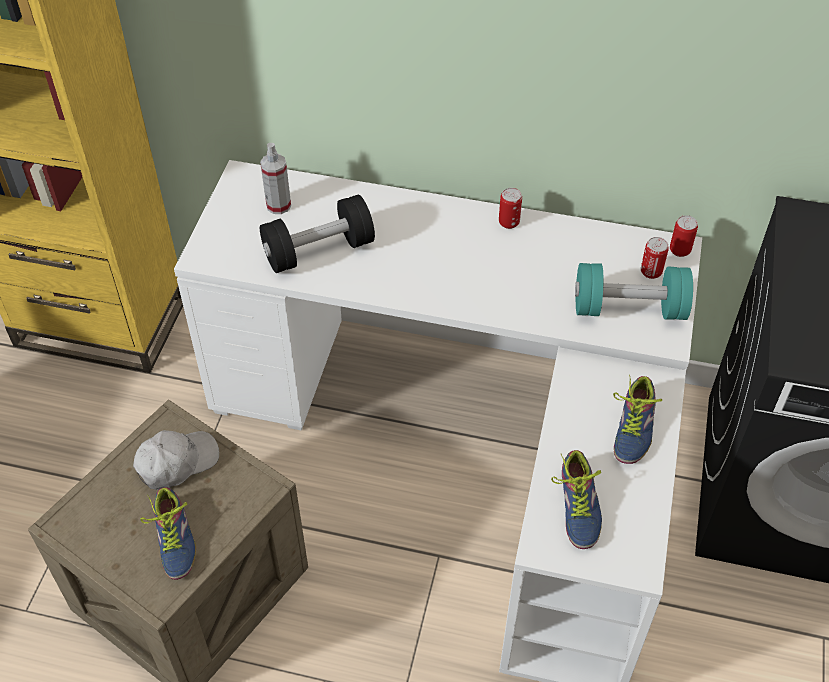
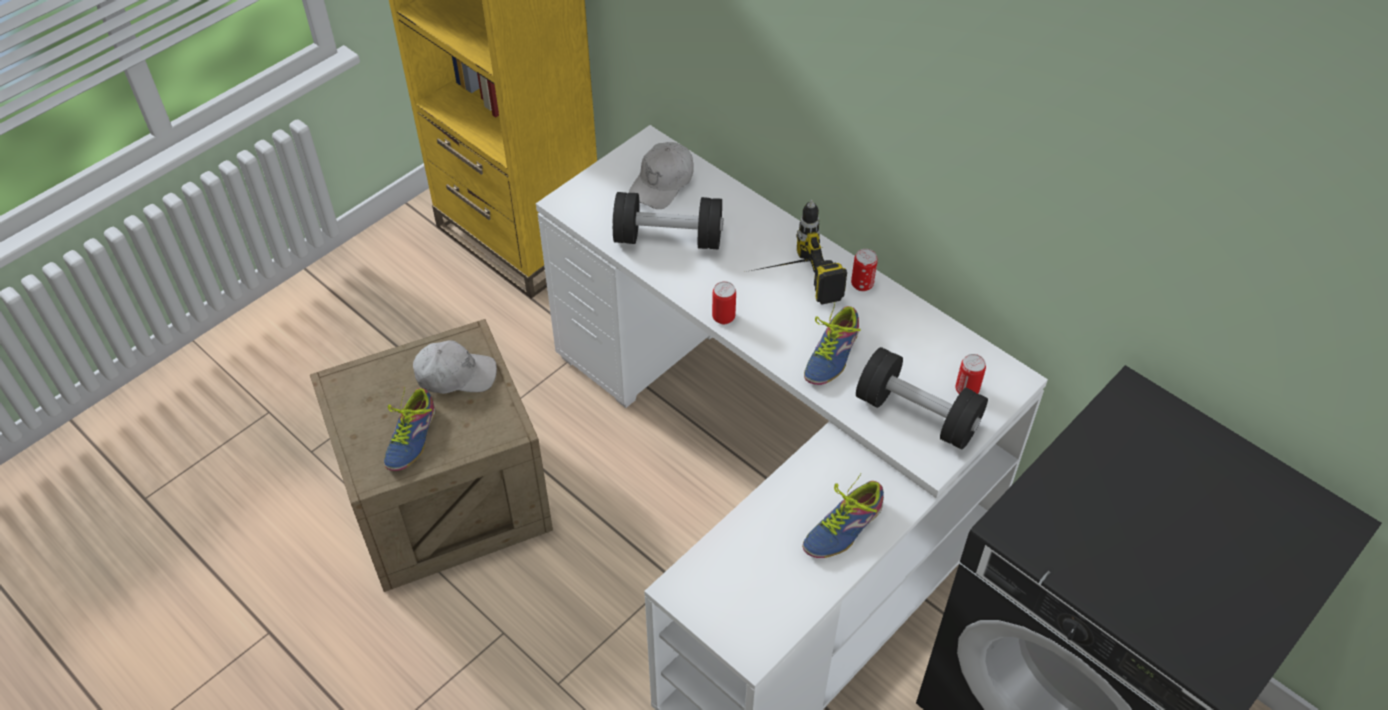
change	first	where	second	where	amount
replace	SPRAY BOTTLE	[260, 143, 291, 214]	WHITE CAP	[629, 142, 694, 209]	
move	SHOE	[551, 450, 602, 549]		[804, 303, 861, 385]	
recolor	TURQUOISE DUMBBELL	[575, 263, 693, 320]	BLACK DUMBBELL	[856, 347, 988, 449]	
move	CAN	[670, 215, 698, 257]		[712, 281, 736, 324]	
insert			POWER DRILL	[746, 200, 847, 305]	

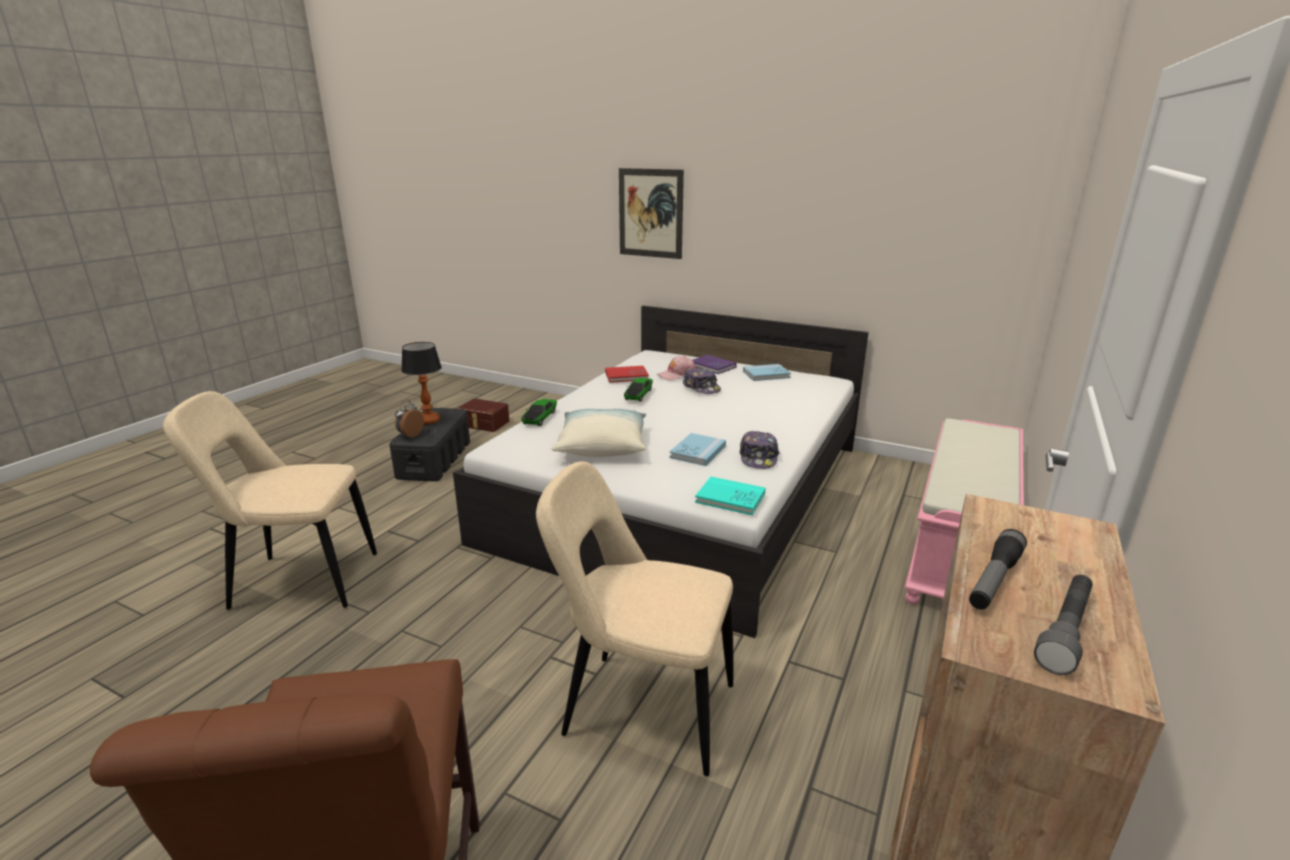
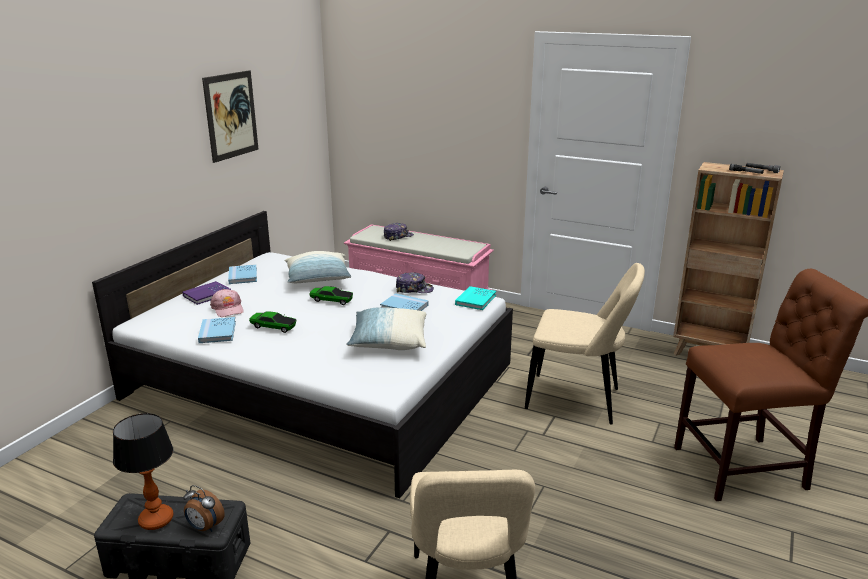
change	first	where	second	where	amount
delete	BROWN STORAGE BOX	[457, 399, 509, 432]			
move	TOY CAR	[521, 399, 557, 426]		[309, 286, 353, 305]	
rotate	BEIGE CHAIR	[536, 461, 734, 776]		[525, 263, 645, 424]	90 degrees counterclockwise
recolor	RED BOOK	[605, 366, 649, 383]	BLUE BOOK	[198, 317, 236, 343]	
move	PICTURE	[619, 168, 684, 259]		[202, 70, 258, 163]	
move	CAP	[683, 368, 721, 394]		[384, 223, 414, 241]	
insert			PILLOW	[285, 251, 351, 283]	

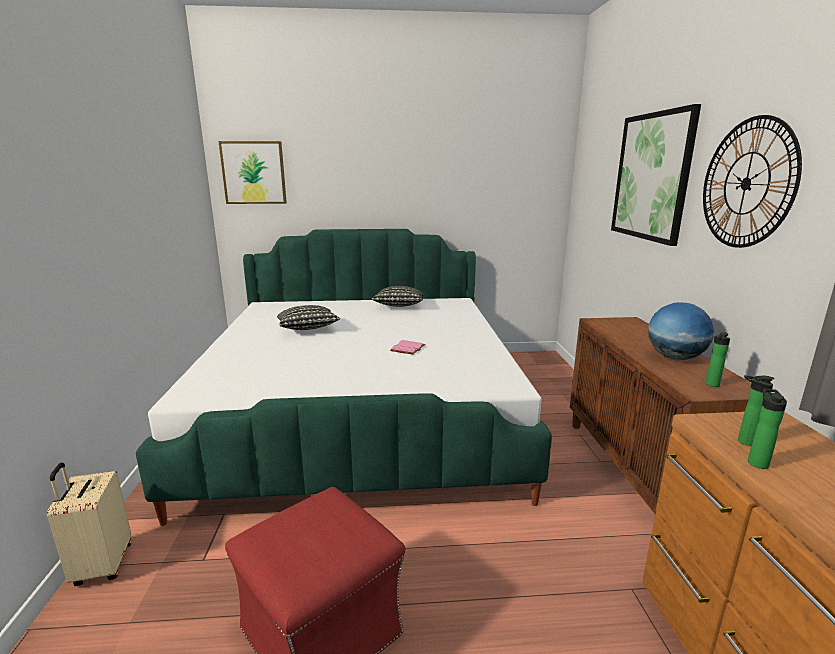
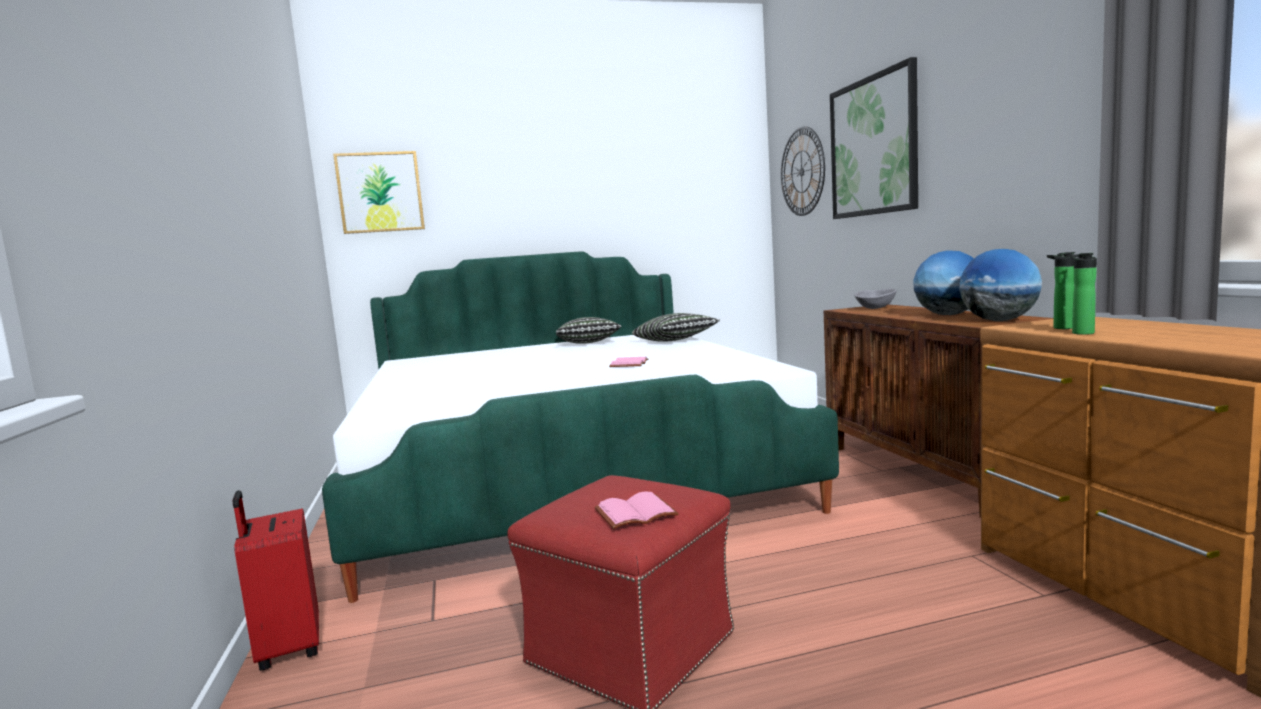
change	first	where	second	where	amount
recolor	BEIGE SUITCASE	[47, 462, 131, 586]	RED SUITCASE	[233, 490, 319, 671]	
move	PILLOW	[277, 305, 340, 330]		[632, 313, 720, 342]	
move	WALL CLOCK	[703, 115, 802, 248]		[781, 126, 825, 216]	
replace	BOTTLE	[705, 332, 730, 387]	GLOBE	[959, 249, 1042, 321]	
insert			PINK BOOK	[595, 492, 679, 529]	
insert			GREY BOWL	[854, 289, 897, 309]	

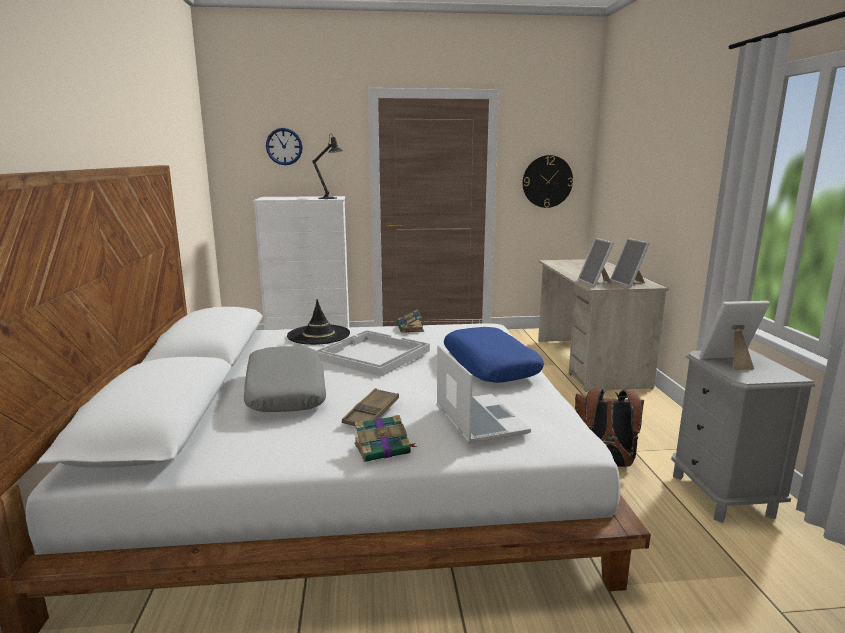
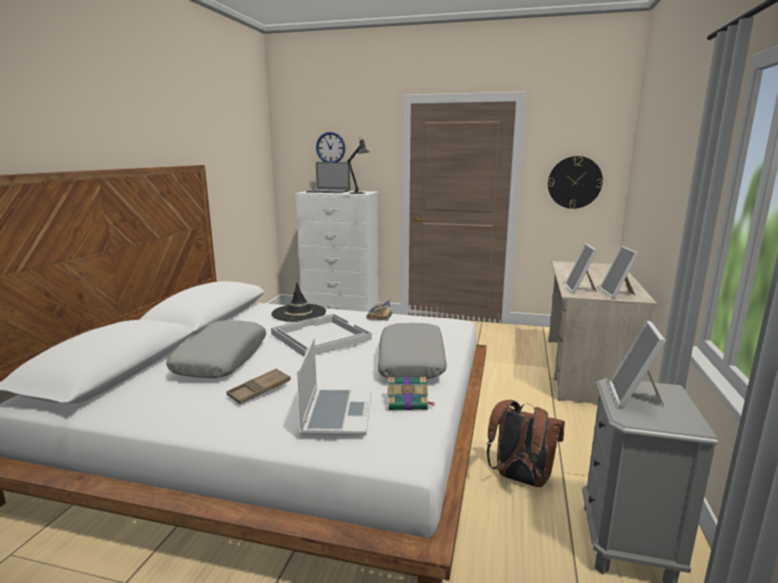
change	first	where	second	where	amount
move	BOOK	[355, 415, 417, 462]		[388, 377, 434, 410]	
recolor	BLUE PILLOW	[444, 327, 544, 383]	GREY PILLOW	[378, 323, 447, 379]	
rotate	PICTURE FRAME	[699, 301, 770, 370]		[609, 321, 666, 408]	90 degrees counterclockwise
insert			LAPTOP	[306, 162, 350, 193]	

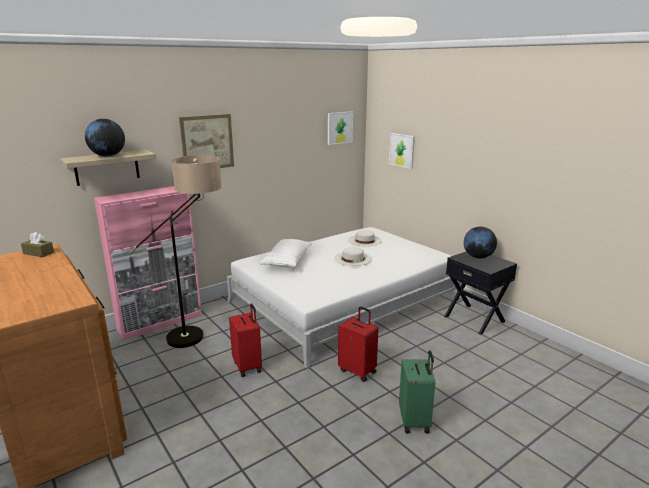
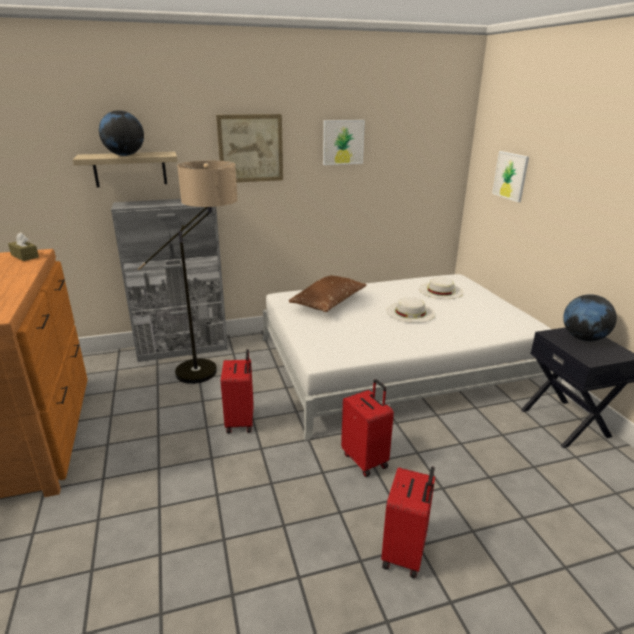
change	first	where	second	where	amount
recolor	PINK CABINET	[94, 186, 202, 340]	GREY CABINET	[111, 199, 228, 362]	
recolor	WHITE PILLOW	[260, 239, 312, 267]	BROWN PILLOW	[289, 276, 366, 312]	
move	PICTURE	[328, 111, 353, 145]		[323, 120, 365, 165]	
recolor	GREEN SUITCASE	[399, 350, 435, 433]	RED SUITCASE	[381, 467, 435, 578]	

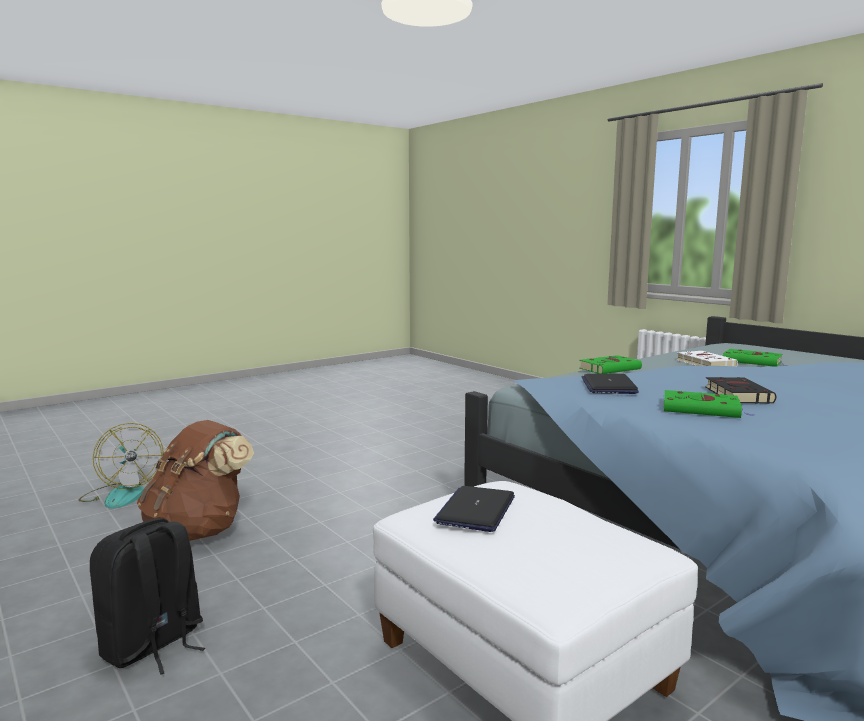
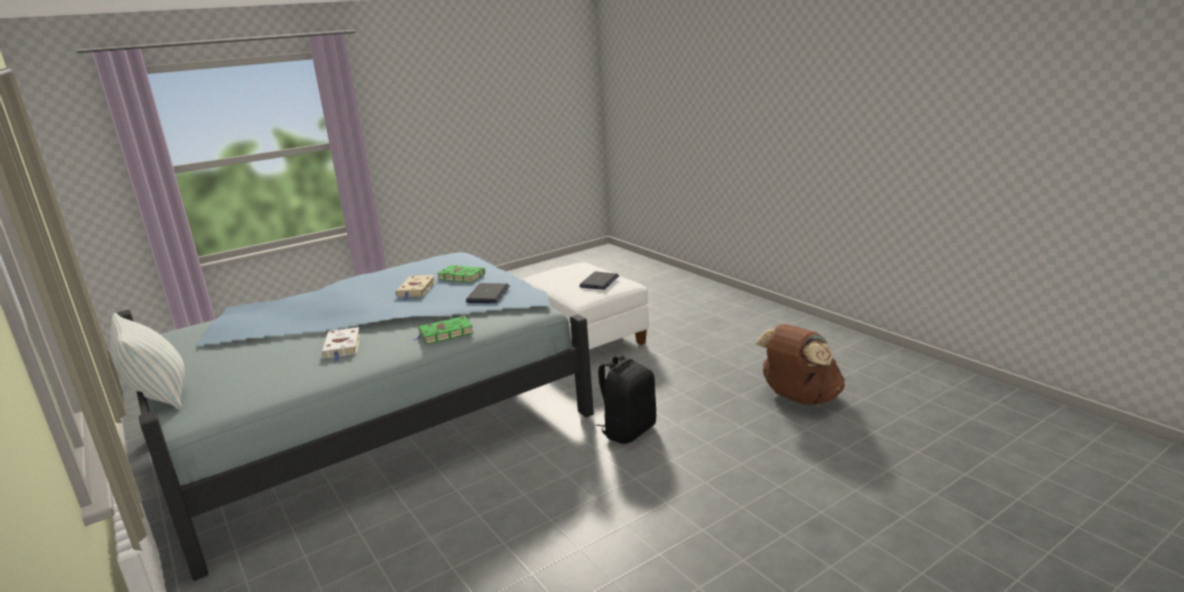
change	first	where	second	where	amount
delete	FAN	[79, 423, 164, 509]			
move	BLACK BACKPACK	[90, 518, 205, 675]		[596, 354, 656, 444]	
recolor	BLACK BOOK	[705, 377, 776, 404]	BEIGE BOOK	[395, 275, 436, 300]	
delete	GREEN BOOK	[723, 349, 786, 367]			
insert			PILLOW	[111, 313, 185, 410]	

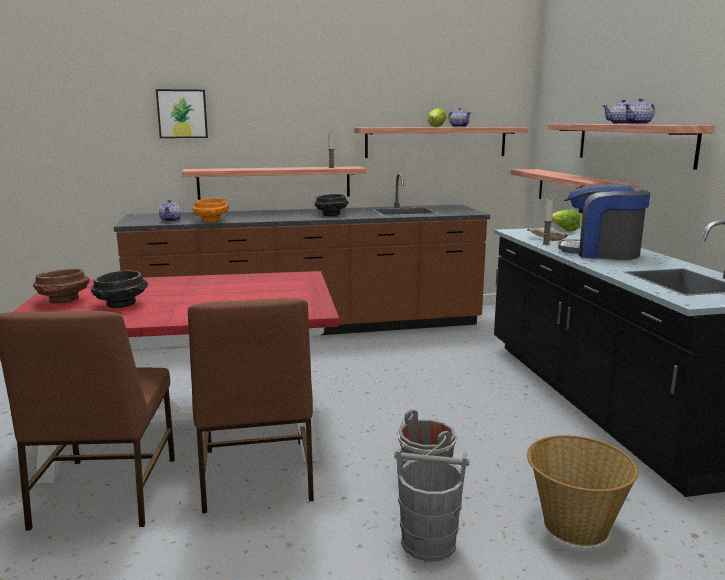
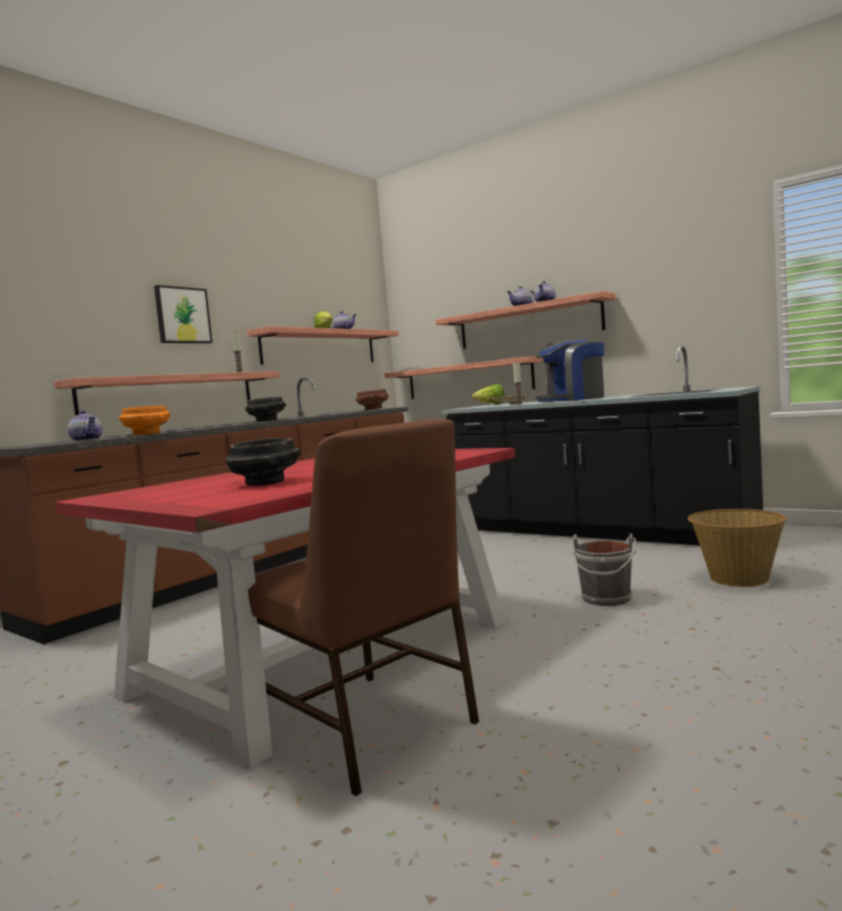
change	first	where	second	where	amount
move	BROWN BOWL	[33, 269, 90, 304]		[356, 389, 389, 410]	
move	PICTURE	[156, 89, 208, 138]		[154, 285, 213, 343]	
delete	BROWN CHAIR	[188, 298, 314, 513]			
delete	GREY BUCKET	[394, 446, 469, 561]			

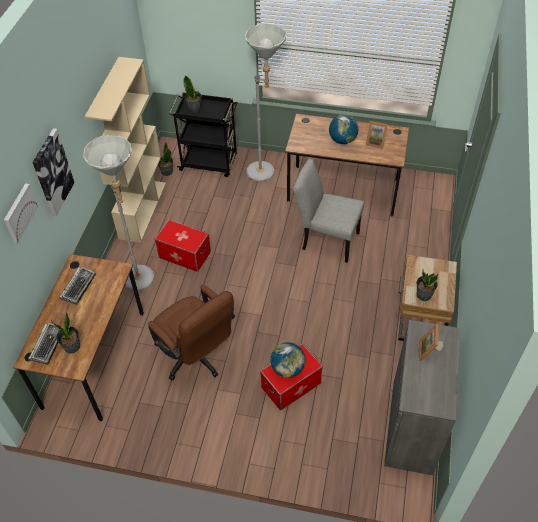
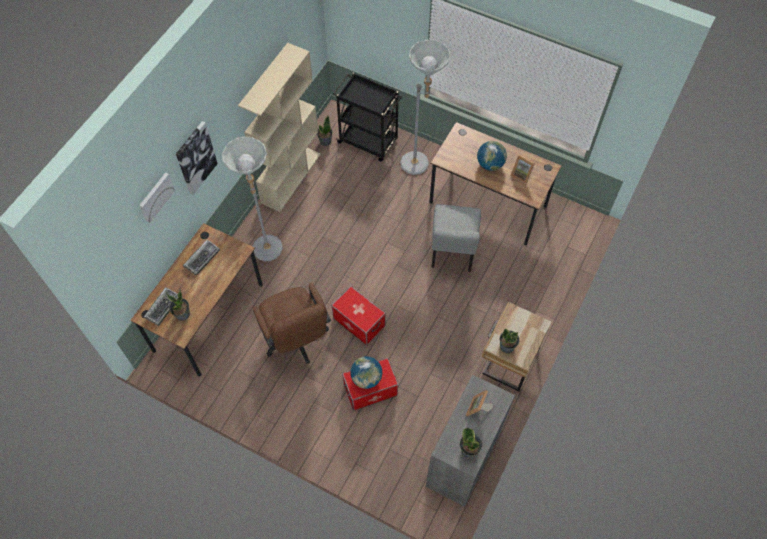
change	first	where	second	where	amount
move	STORAGE BOX	[155, 219, 211, 272]		[331, 286, 386, 345]	
move	POTTED PLANT	[183, 75, 202, 113]		[460, 427, 482, 458]	
rotate	GREY CHAIR	[293, 159, 364, 263]		[431, 204, 481, 272]	120 degrees counterclockwise

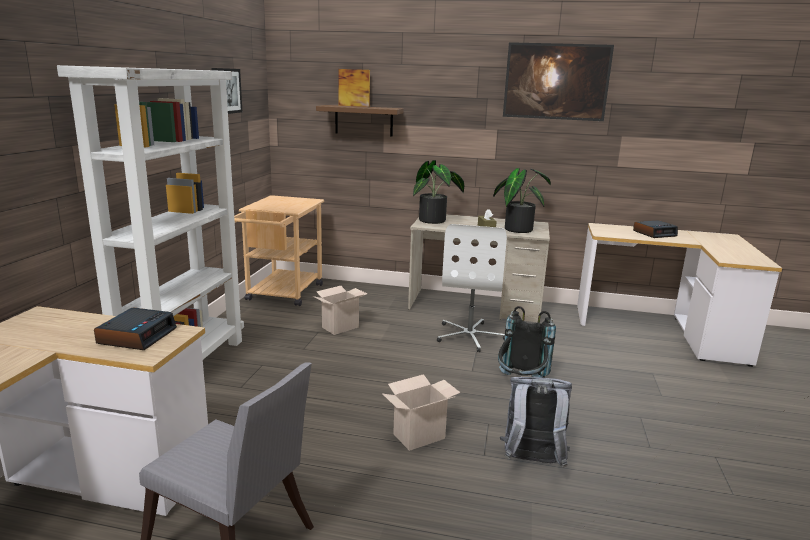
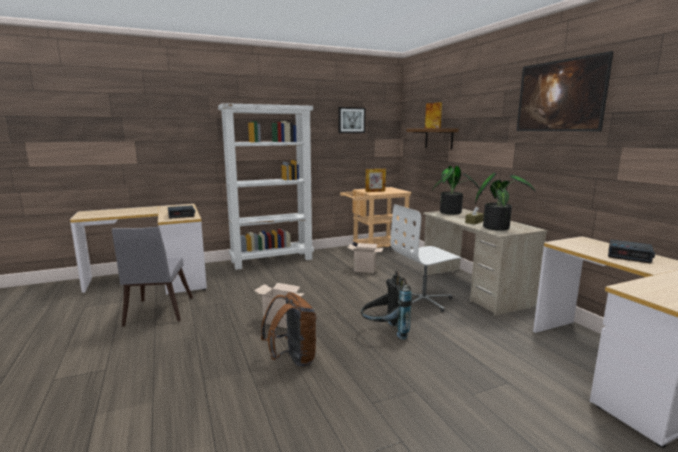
change	first	where	second	where	amount
recolor	GREY BACKPACK	[500, 377, 572, 468]	BROWN BACKPACK	[261, 292, 317, 367]	
insert			PICTURE FRAME	[365, 169, 386, 192]	

